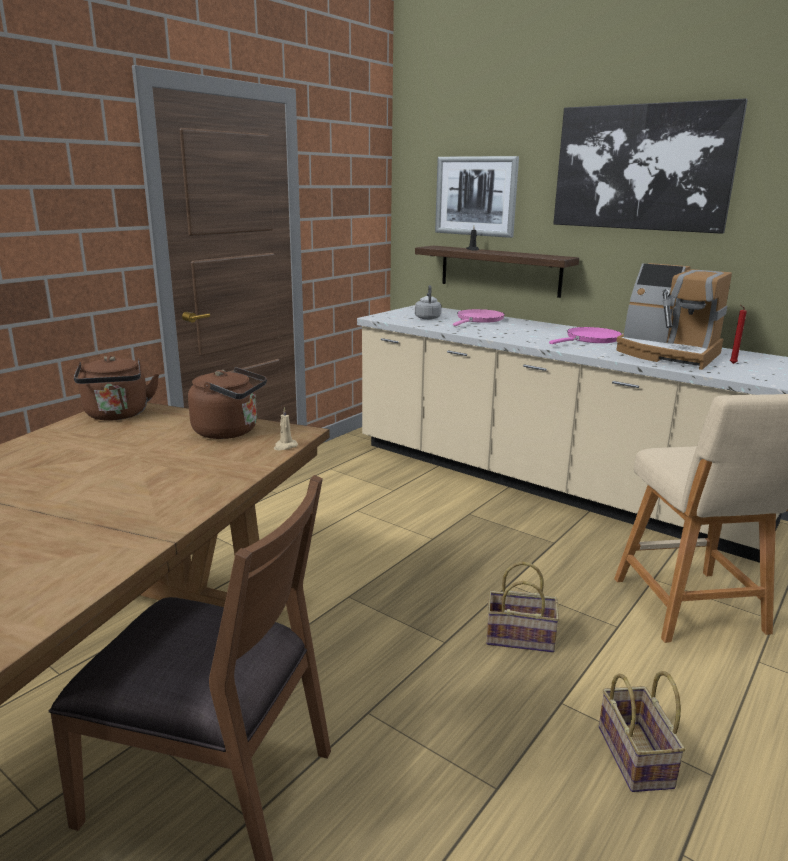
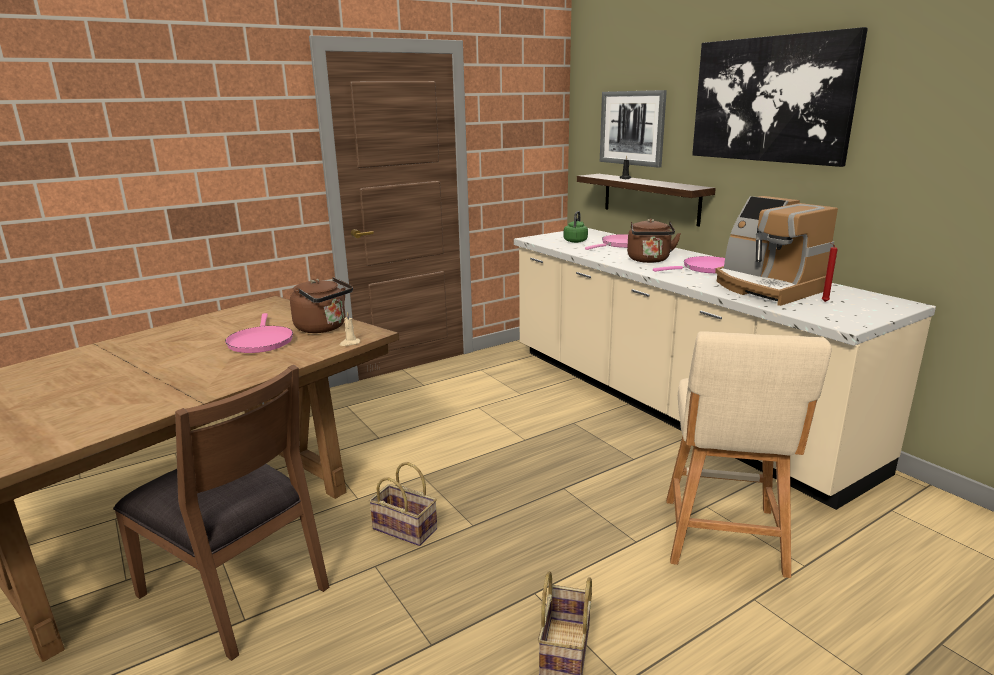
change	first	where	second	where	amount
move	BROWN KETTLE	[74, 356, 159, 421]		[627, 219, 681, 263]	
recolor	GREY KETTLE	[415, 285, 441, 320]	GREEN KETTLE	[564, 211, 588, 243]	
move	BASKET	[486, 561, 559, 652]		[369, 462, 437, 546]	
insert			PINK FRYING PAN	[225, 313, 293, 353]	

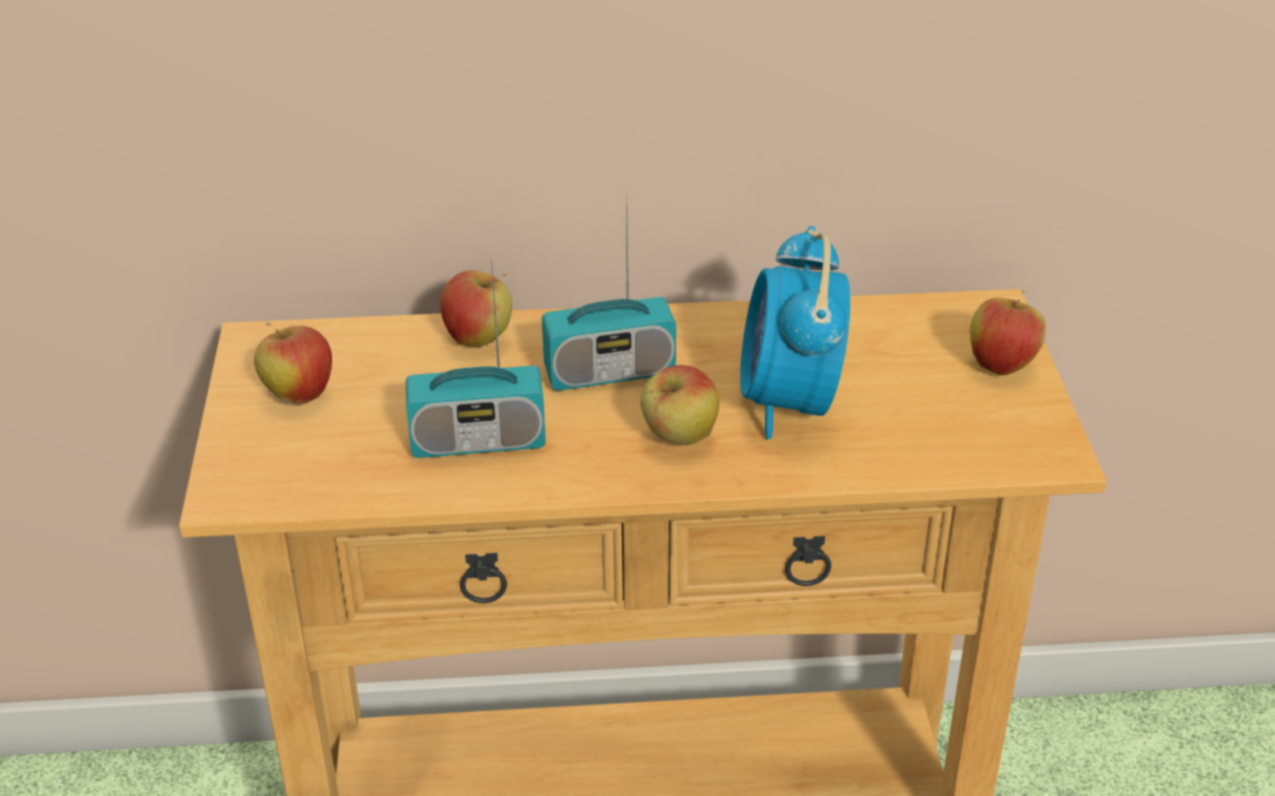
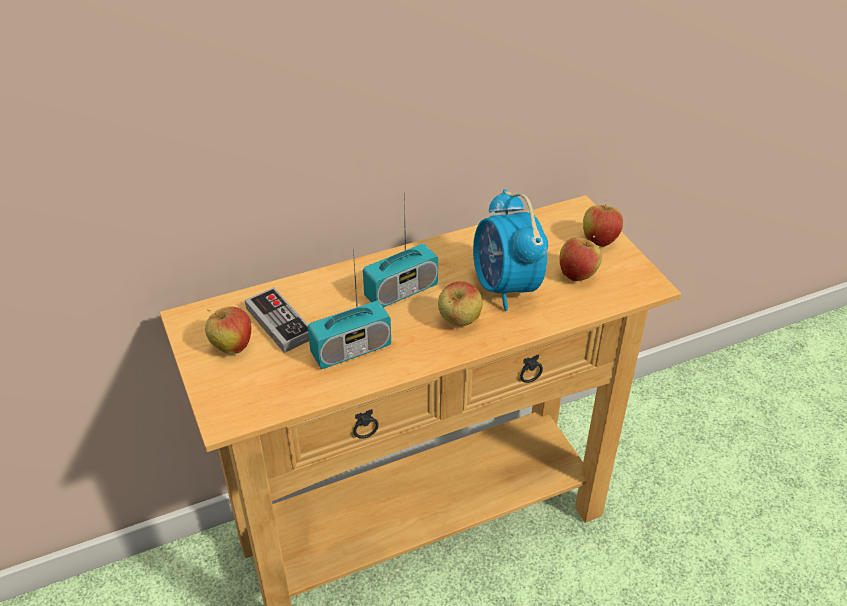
change	first	where	second	where	amount
move	APPLE	[440, 270, 512, 347]		[559, 236, 602, 281]	
insert			GAME CONTROLLER	[245, 287, 309, 353]	

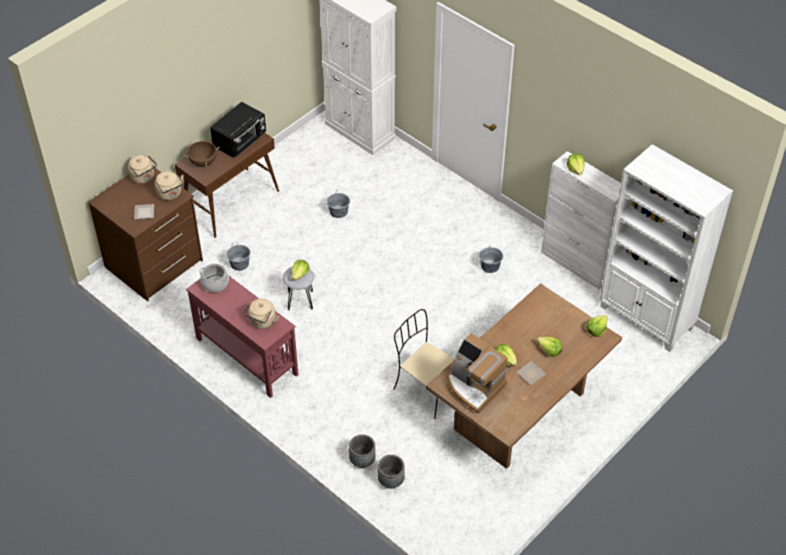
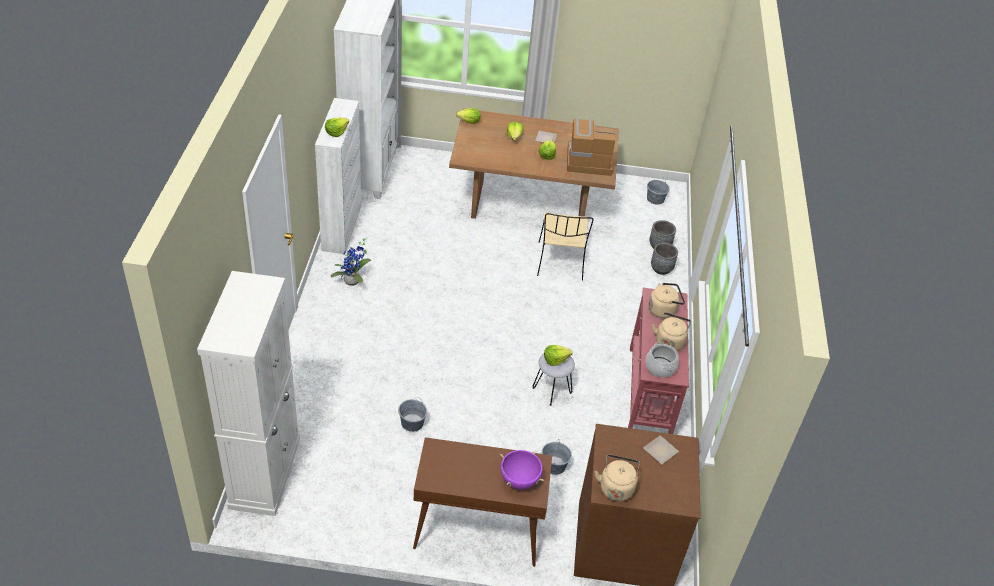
change	first	where	second	where	amount
move	BEIGE KETTLE	[155, 171, 184, 200]		[652, 312, 691, 351]	
recolor	BROWN COOKING POT	[184, 139, 220, 167]	PURPLE COOKING POT	[500, 450, 544, 489]	
delete	BLACK MICROWAVE	[210, 102, 266, 158]			
rotate	COFFEE MACHINE	[447, 333, 508, 414]		[567, 118, 616, 176]	90 degrees counterclockwise
move	GREY BUCKET	[479, 246, 503, 273]		[647, 177, 670, 205]	
insert			POTTED PLANT	[331, 237, 372, 286]	

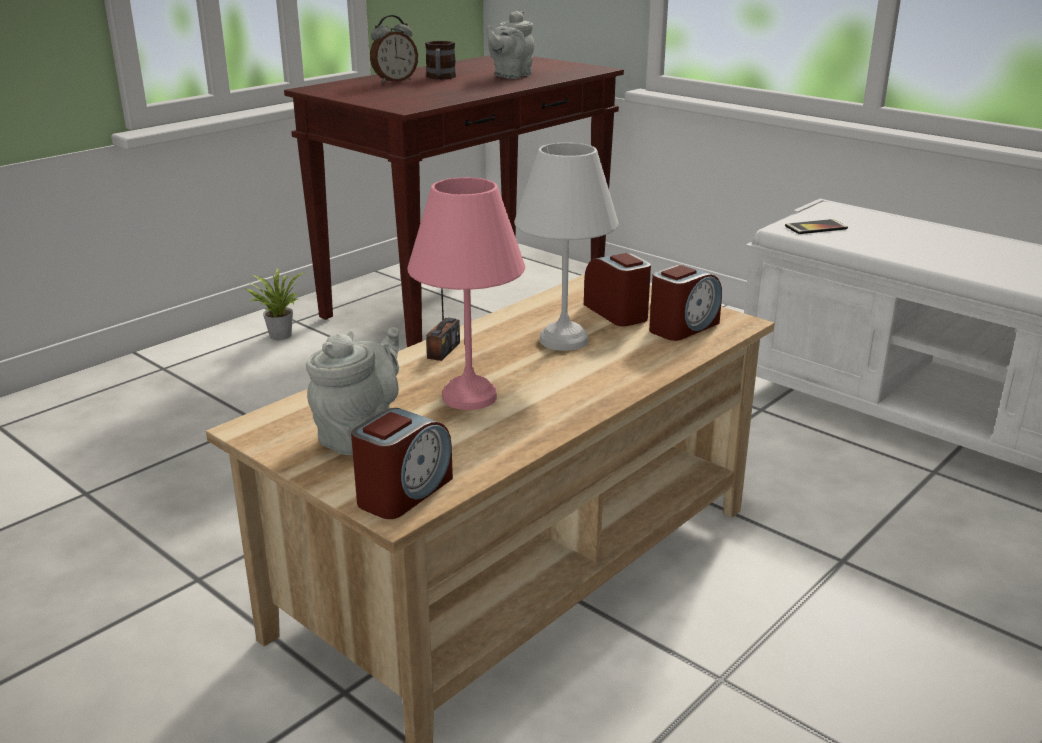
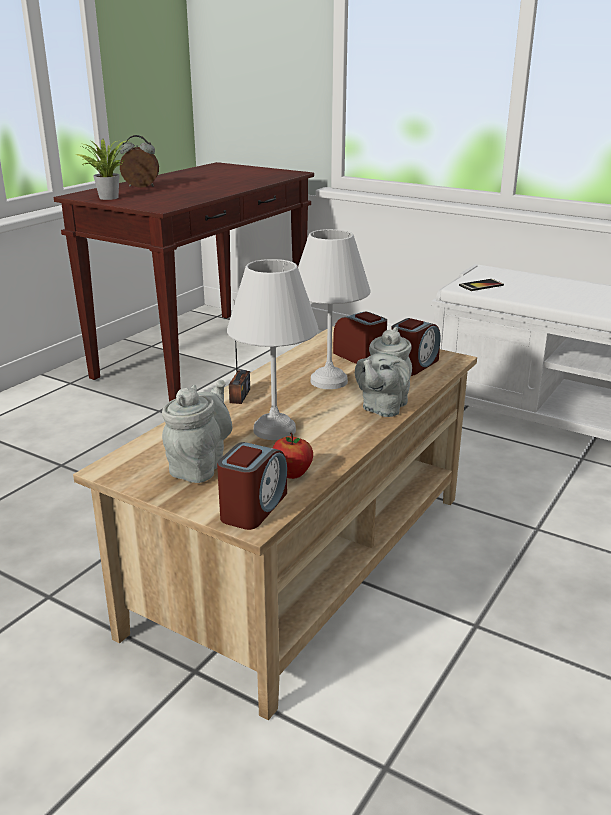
change	first	where	second	where	amount
move	POTTED PLANT	[245, 268, 306, 340]		[76, 139, 129, 200]	
rotate	ALARM CLOCK	[370, 15, 418, 83]		[120, 135, 159, 188]	135 degrees counterclockwise
recolor	PINK TABLE LAMP	[407, 177, 525, 410]	WHITE TABLE LAMP	[227, 259, 319, 440]	
delete	MUG	[425, 41, 456, 80]			
move	GREY TEAPOT	[487, 11, 534, 79]		[355, 327, 412, 417]	
insert			APPLE	[273, 433, 313, 479]	

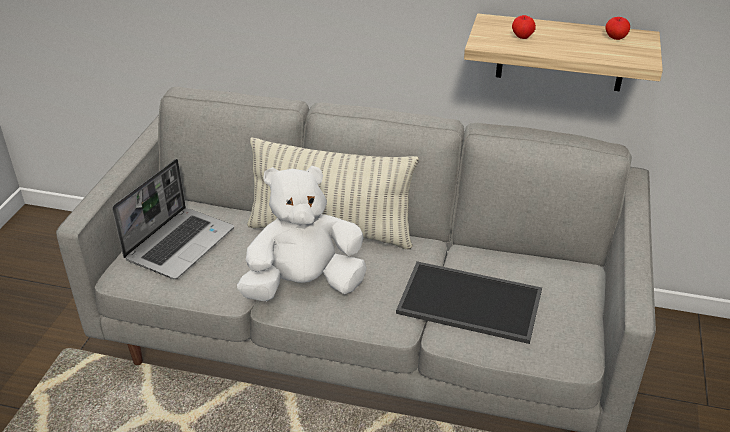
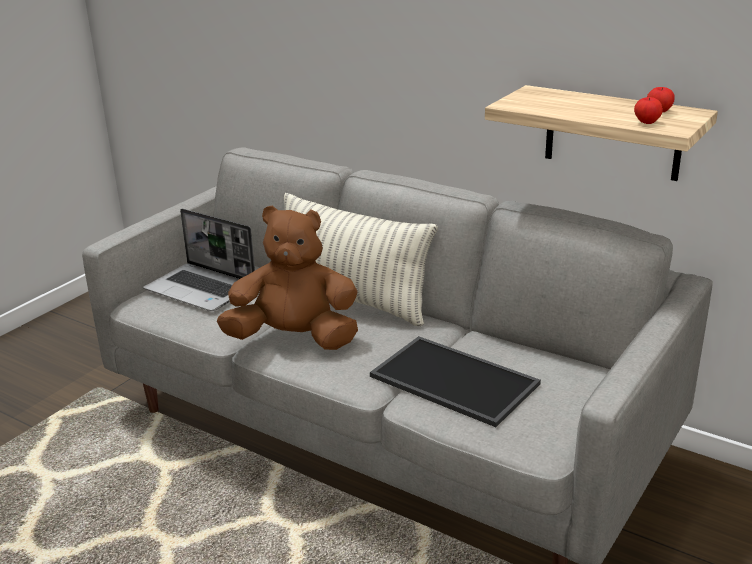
change	first	where	second	where	amount
rotate	LAPTOP	[112, 159, 234, 279]		[143, 209, 255, 311]	75 degrees clockwise
recolor	WHITE PLUSH TOY	[237, 166, 367, 301]	BROWN PLUSH TOY	[217, 205, 358, 350]	
move	APPLE	[512, 15, 536, 39]		[634, 97, 663, 124]	

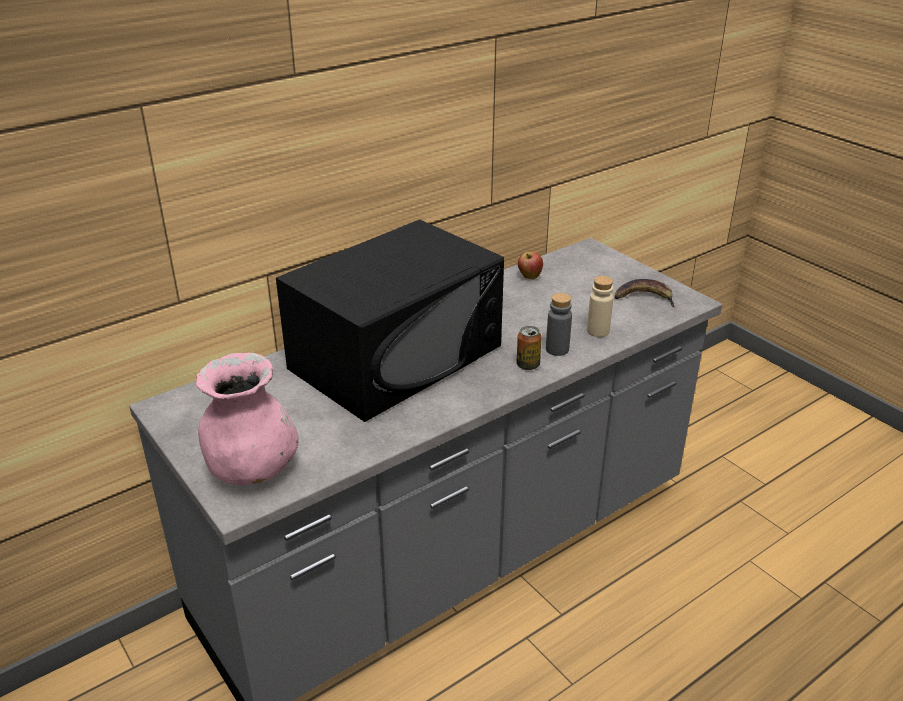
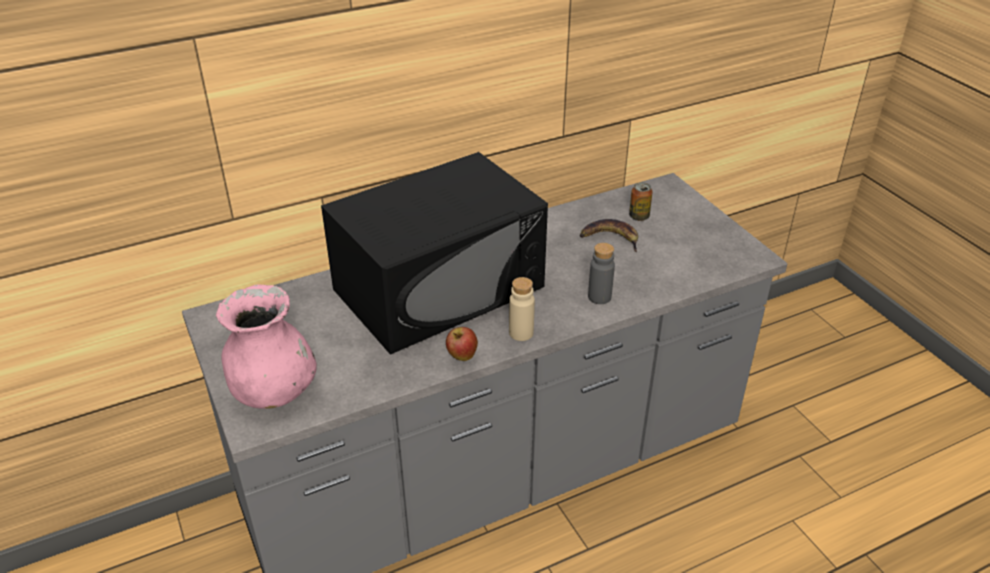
change	first	where	second	where	amount
move	CAN	[517, 326, 542, 370]		[629, 182, 653, 221]	
move	APPLE	[518, 251, 543, 279]		[446, 327, 478, 361]	
move	BEIGE BOTTLE	[587, 276, 613, 337]		[509, 277, 535, 341]	
move	BANANA	[615, 279, 675, 307]		[580, 219, 638, 252]	

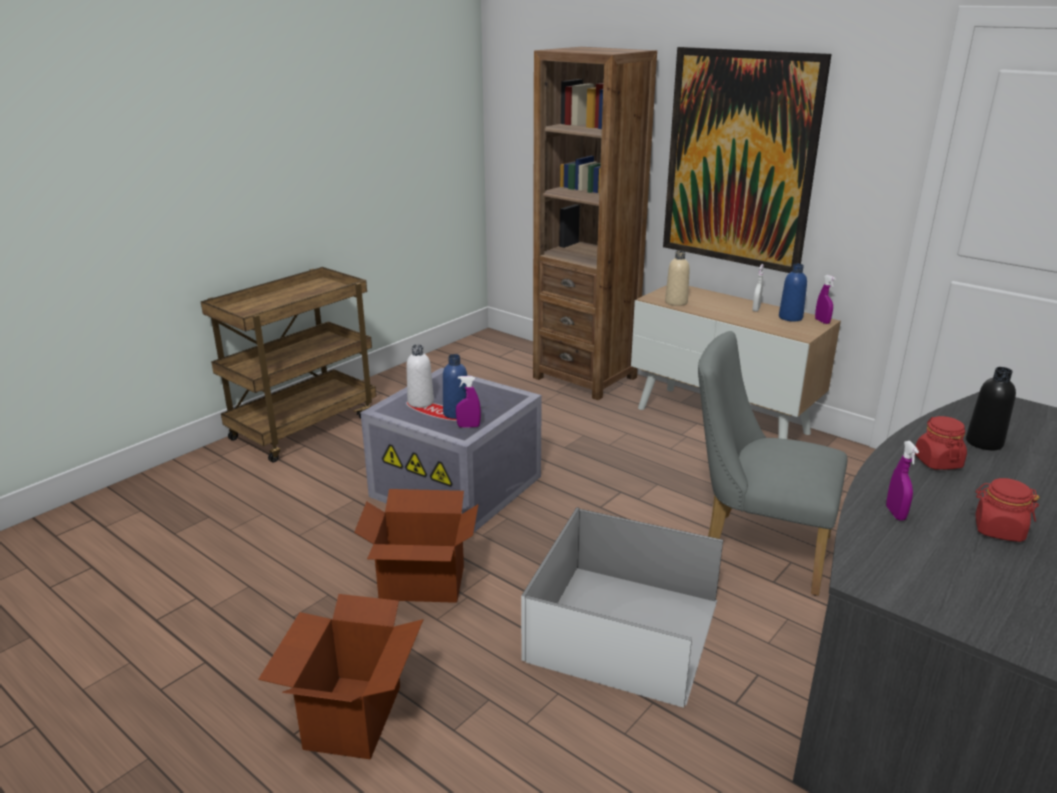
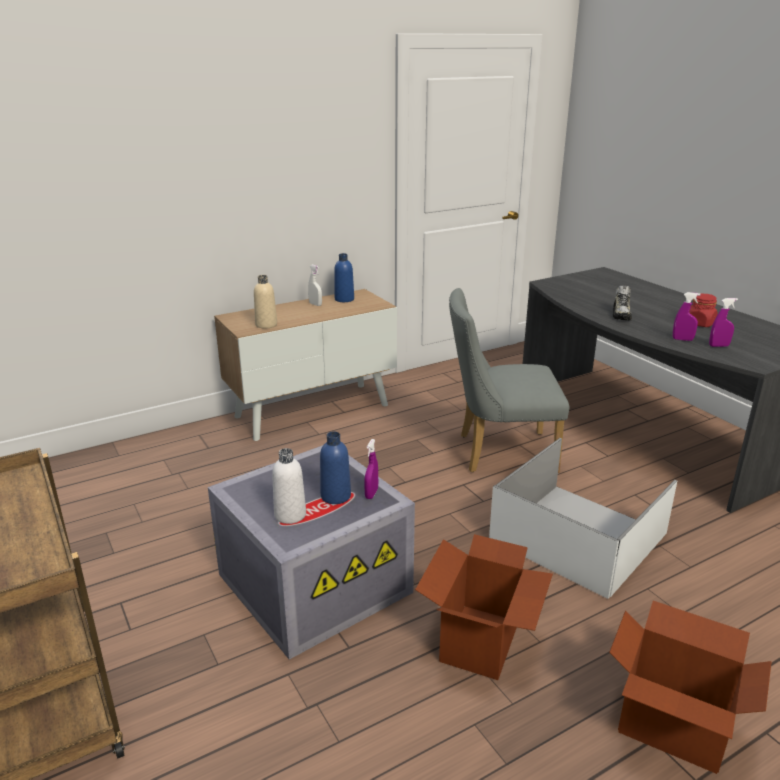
change	first	where	second	where	amount
delete	BROWN BOOKCASE	[533, 47, 657, 400]			
delete	PICTURE	[663, 47, 831, 273]			
rotate	GREY CHAIR	[698, 331, 848, 596]		[449, 288, 569, 473]	45 degrees clockwise
move	PURPLE SPRAY BOTTLE	[815, 275, 836, 324]		[709, 298, 738, 347]	
replace	RED JAR	[915, 416, 967, 470]	SHOE	[613, 286, 632, 321]	
delete	BLACK BOTTLE	[966, 367, 1016, 450]			

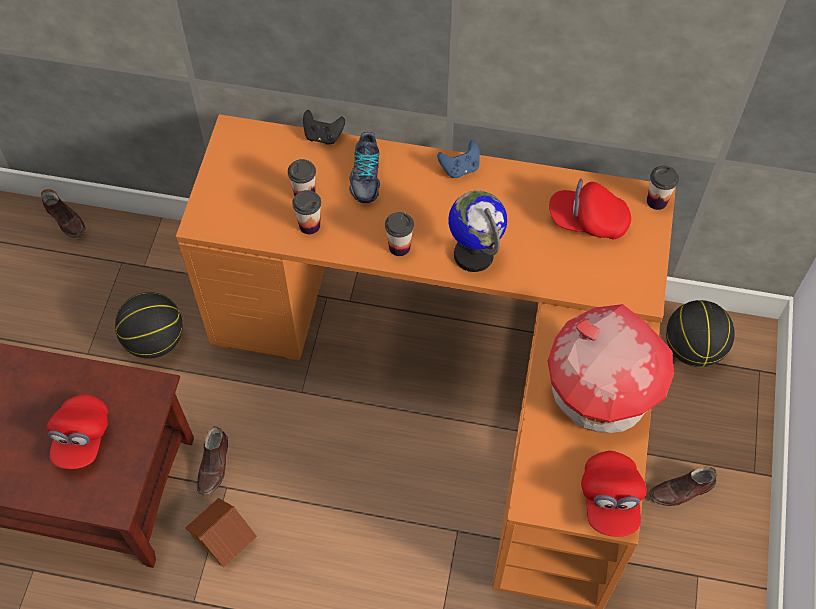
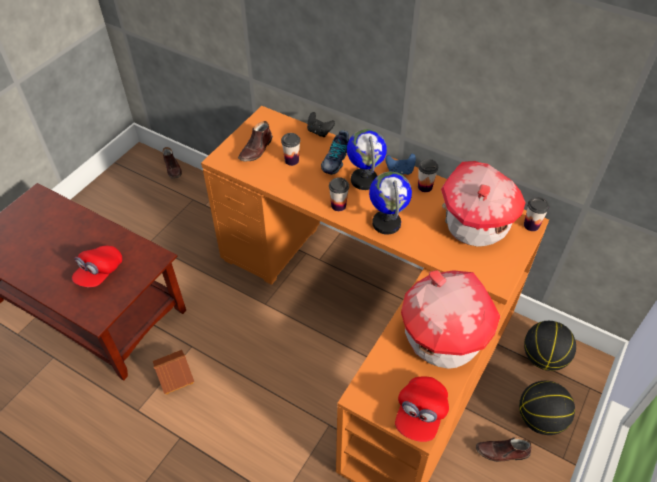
change	first	where	second	where	amount
move	BASKETBALL	[115, 292, 183, 359]		[519, 381, 575, 435]	
move	BROWN SHOE	[197, 426, 228, 495]		[238, 121, 273, 161]	
move	CUP	[292, 190, 321, 234]		[418, 159, 438, 192]	
replace	RED CAP	[549, 179, 631, 239]	TOY HOUSE	[441, 161, 526, 246]	
insert			GLOBE	[347, 129, 387, 190]	

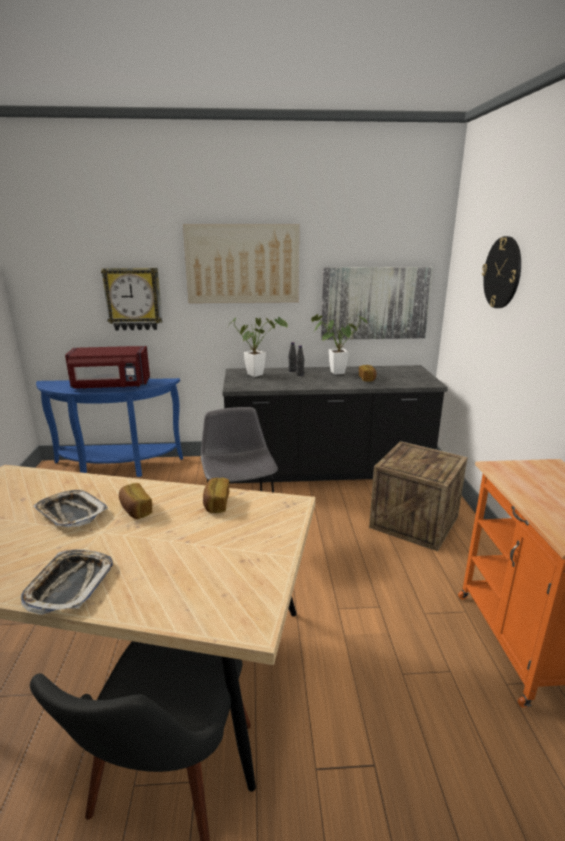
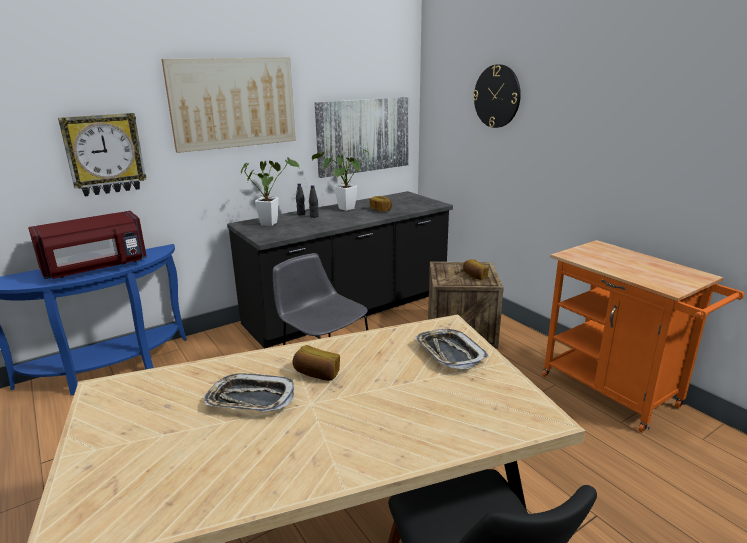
change	first	where	second	where	amount
move	TRAY	[21, 549, 113, 615]		[415, 329, 489, 369]	
move	BREAD	[203, 478, 229, 513]		[463, 259, 489, 280]	

